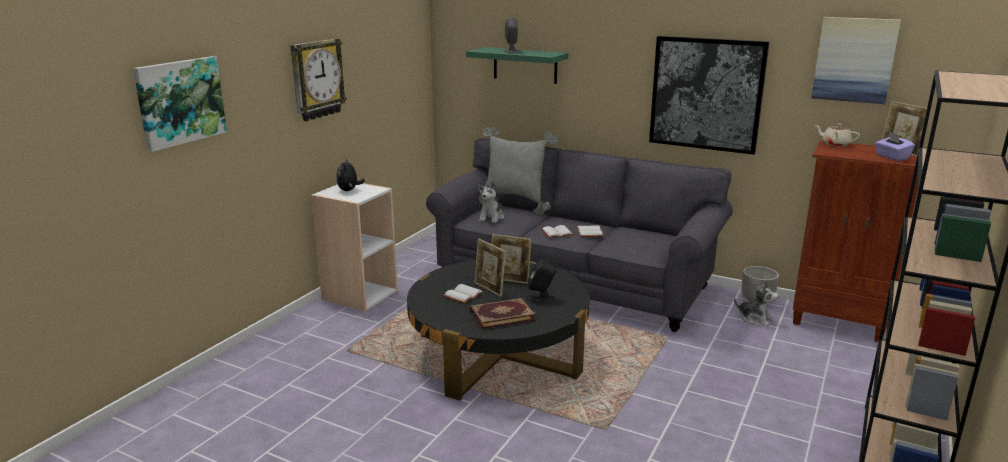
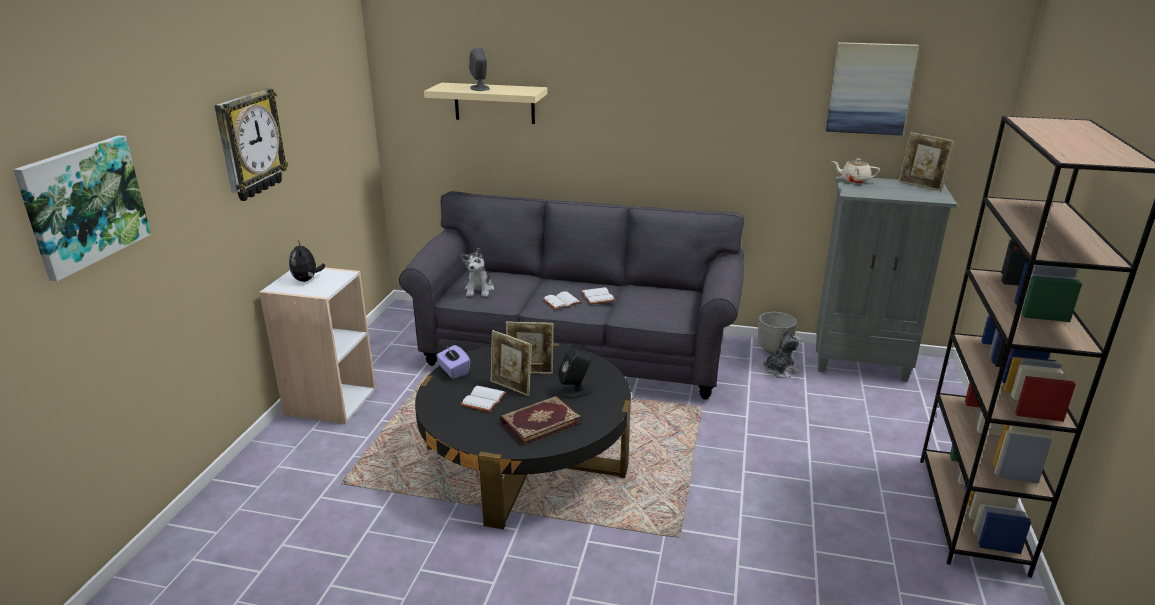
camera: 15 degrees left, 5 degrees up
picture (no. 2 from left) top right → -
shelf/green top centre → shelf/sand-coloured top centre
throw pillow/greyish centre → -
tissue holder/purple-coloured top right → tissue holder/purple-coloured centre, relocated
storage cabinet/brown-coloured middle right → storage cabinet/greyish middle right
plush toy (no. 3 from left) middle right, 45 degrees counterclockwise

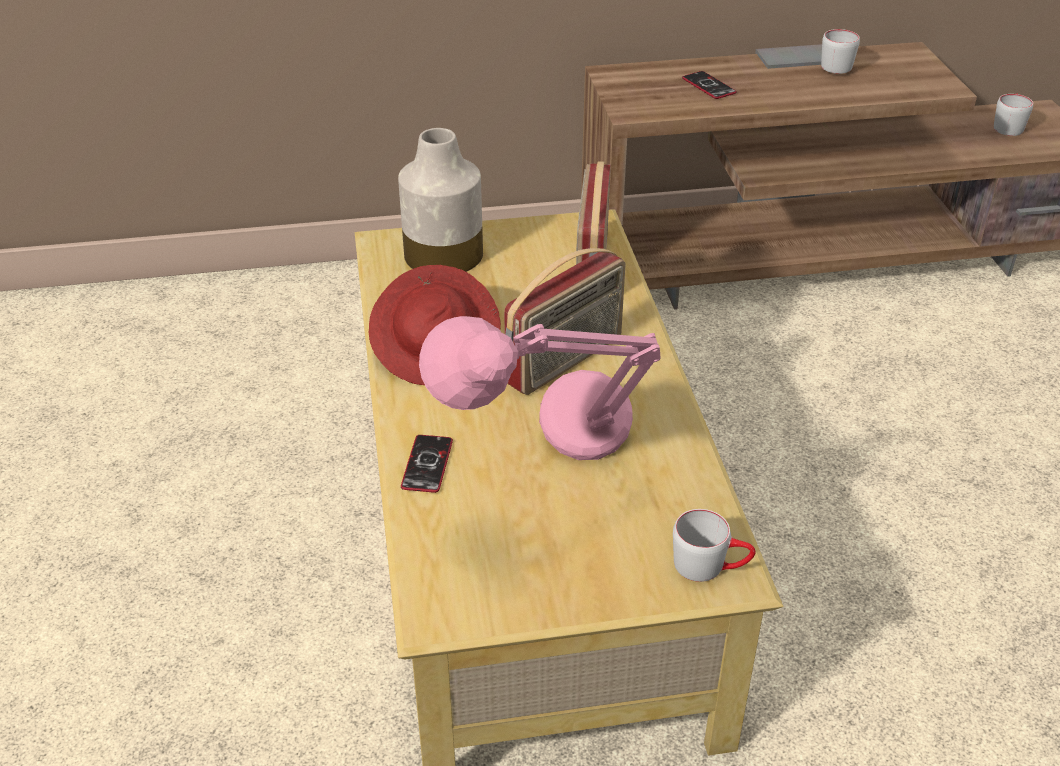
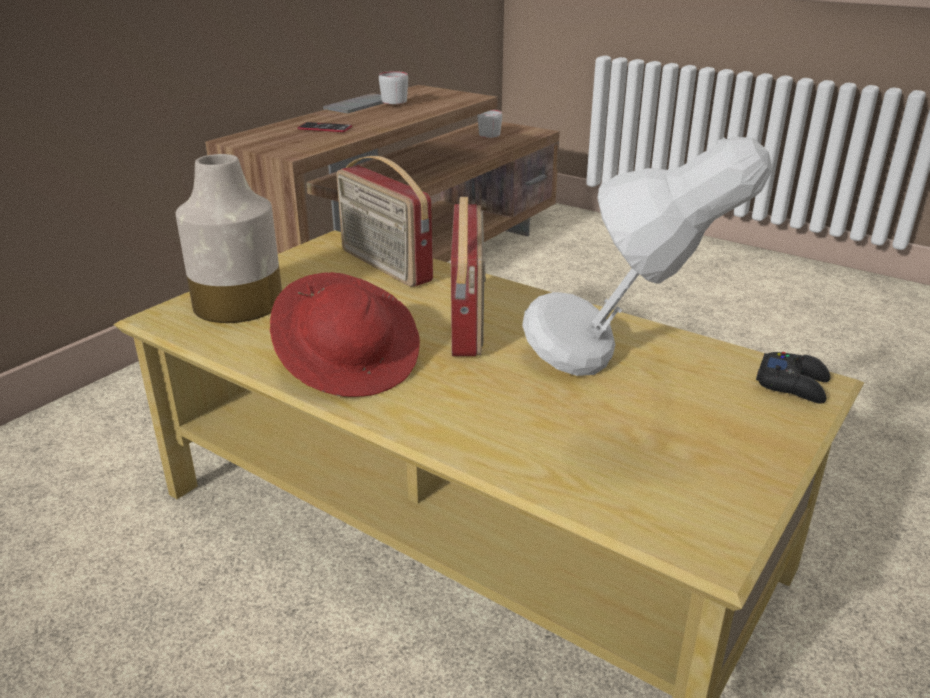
camera: 45 degrees left, 10 degrees down
table lamp/pinkish centre → table lamp/greyish middle right
telephone (no. 1 from left) centre → -
tea mug/greyish (no. 1 from left) bottom right → gamepad/black middle right

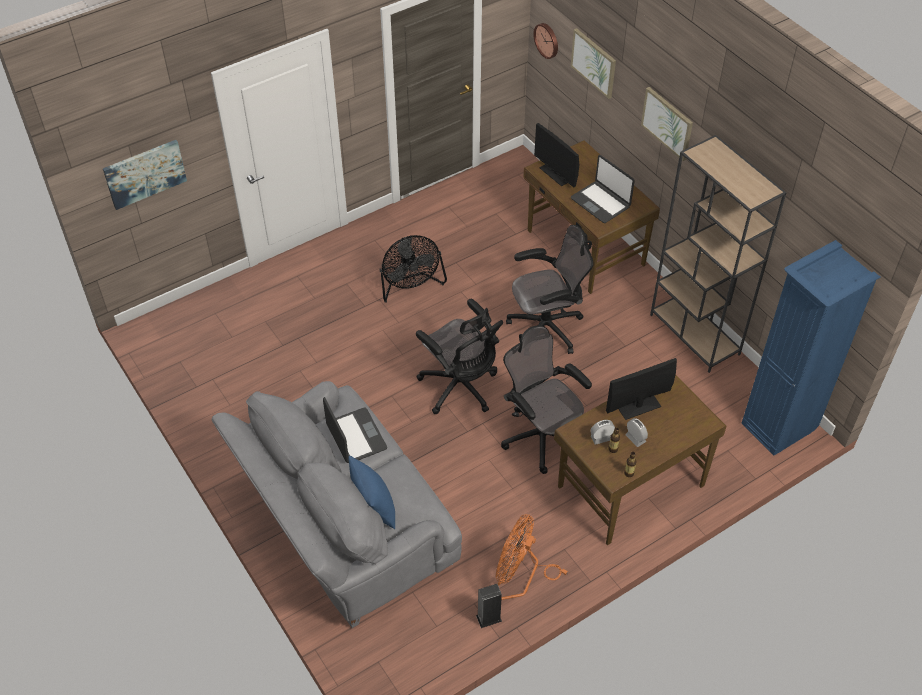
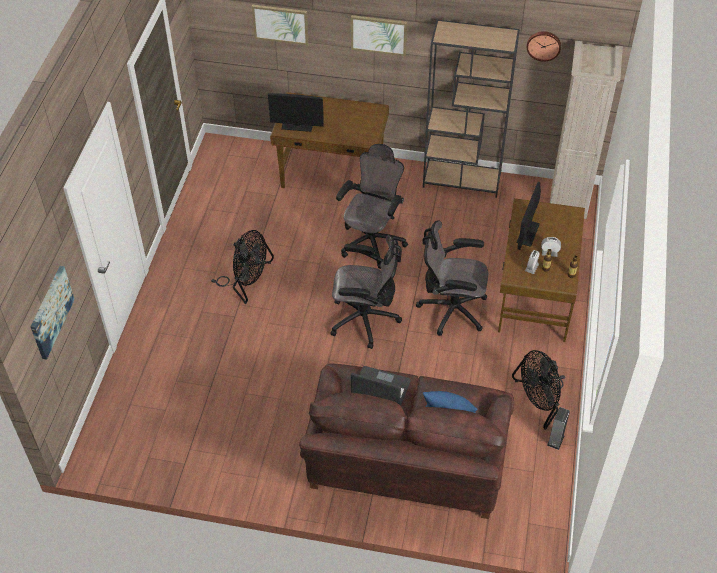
camera: 45 degrees left, 0 degrees up
wall clock top centre → wall clock top right, relocated
laptop (no. 2 from left) top centre → -
storage cabinet/bluish middle right → storage cabinet/sand-coloured top right
couch/greyish bottom centre → couch/brown-coloured bottom centre
fan/orangey bottom centre → fan/black (no. 2 from left) bottom right

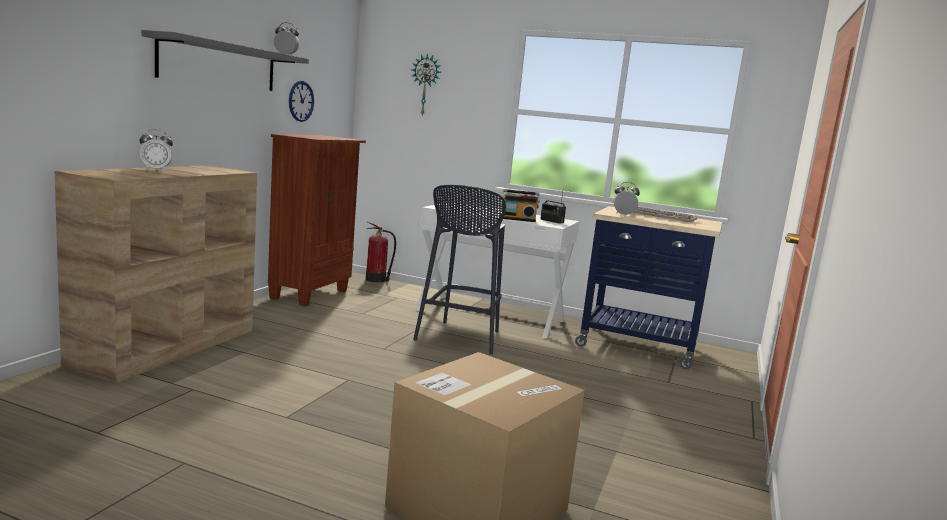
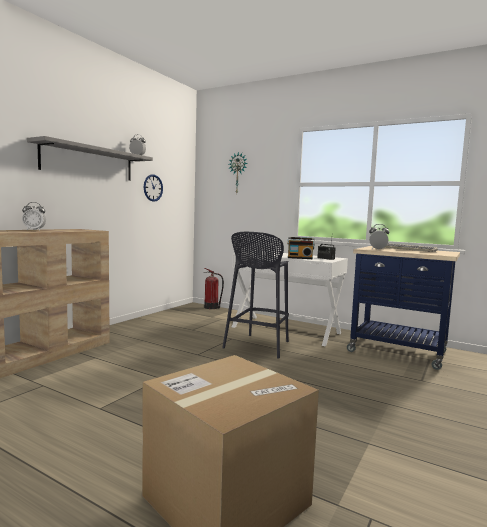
camera: 10 degrees right, 5 degrees down
storage cabinet/brown-coloured centre → -

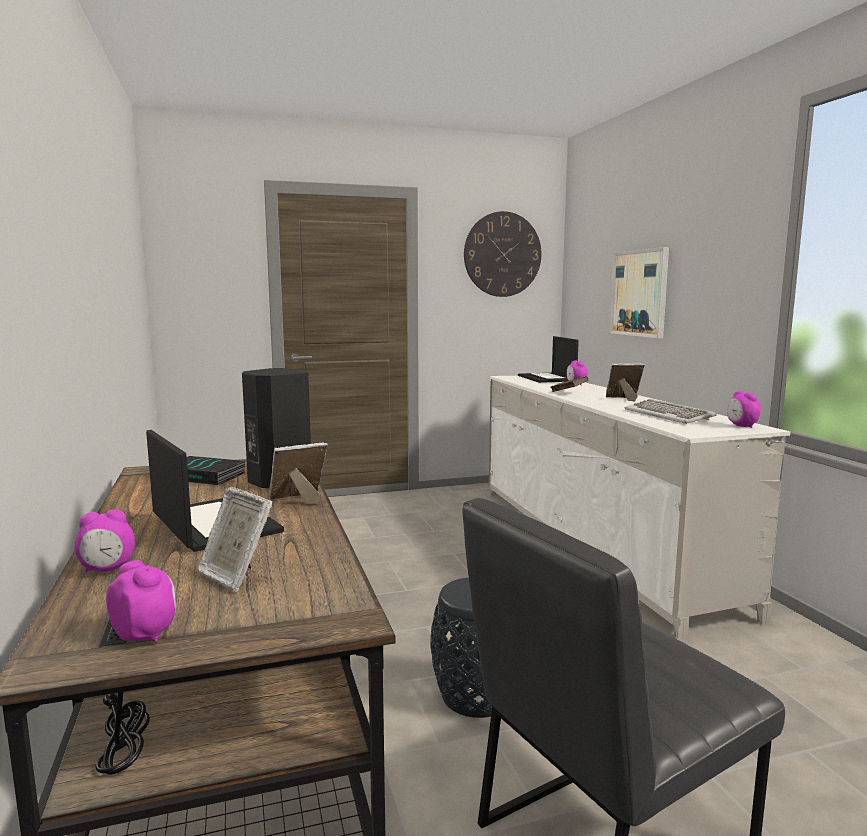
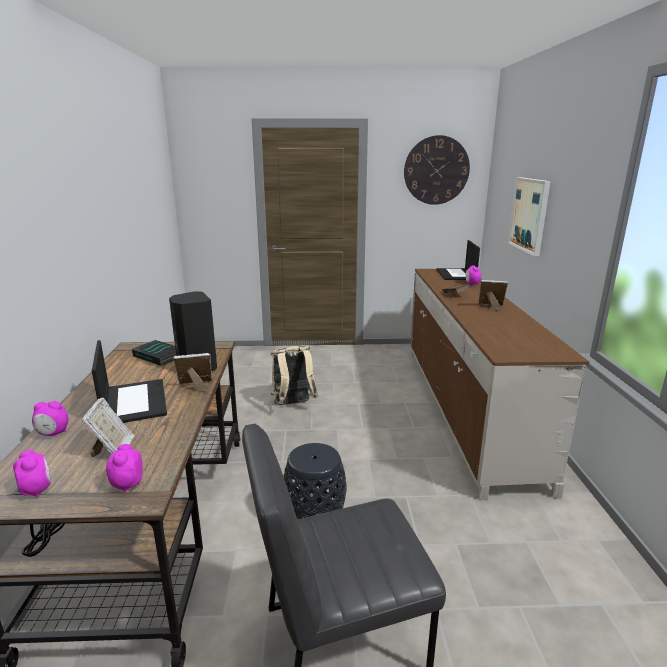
camera: 15 degrees right, 10 degrees up
storage cabinet/white-coloured middle right → storage cabinet/brown-coloured middle right
table clock (no. 4 from left in the first image) middle right → table clock (no. 3 from left) bottom left, relocated
PC keyboard middle right → -
standing frame (no. 1 from left) middle left, 150 degrees counterclockwise
- → backpack/sand-coloured centre

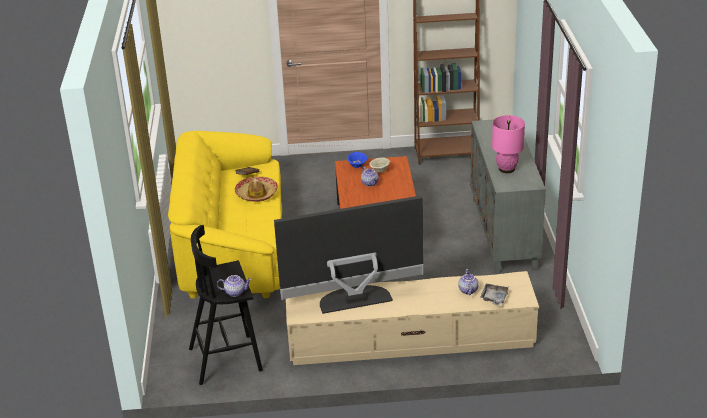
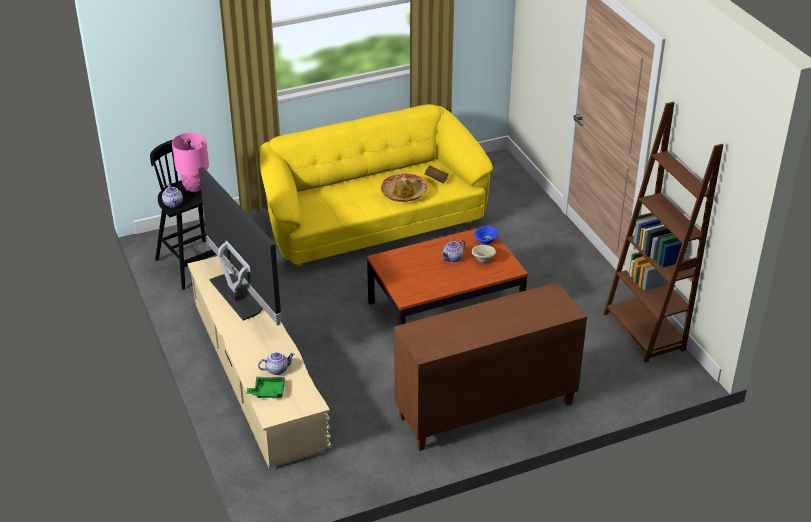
camera: 70 degrees right, 5 degrees up
table lamp/pinkish middle right → table lamp/pinkish top left, relocated
storage cabinet/greyish middle right → storage cabinet/brown-coloured bottom centre
tray/greyish bottom right → tray/green bottom left

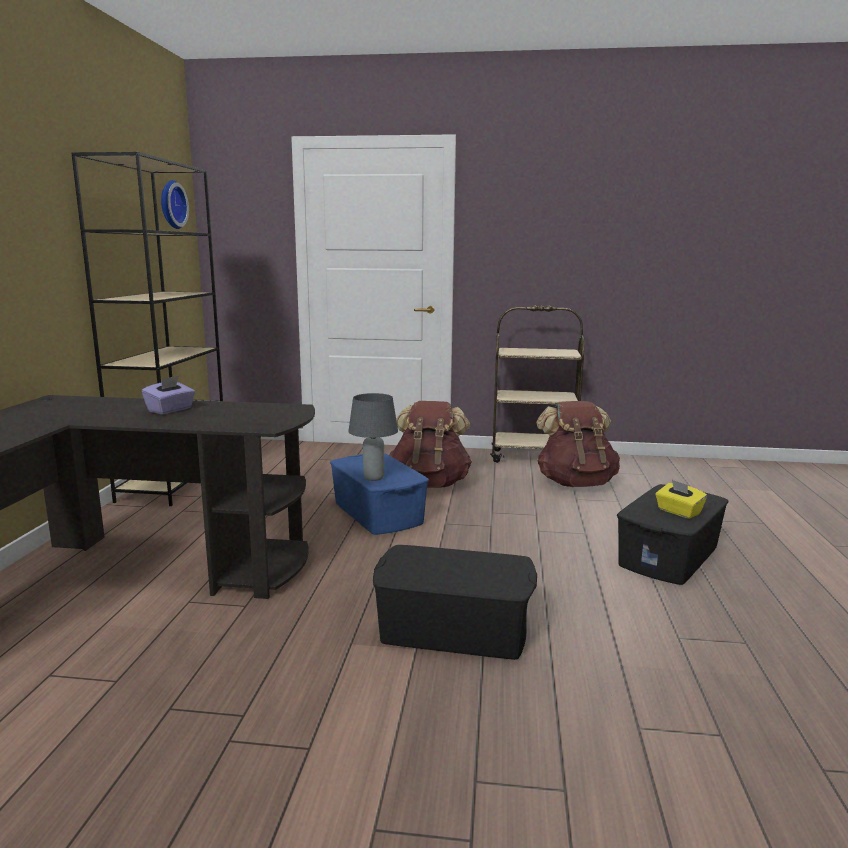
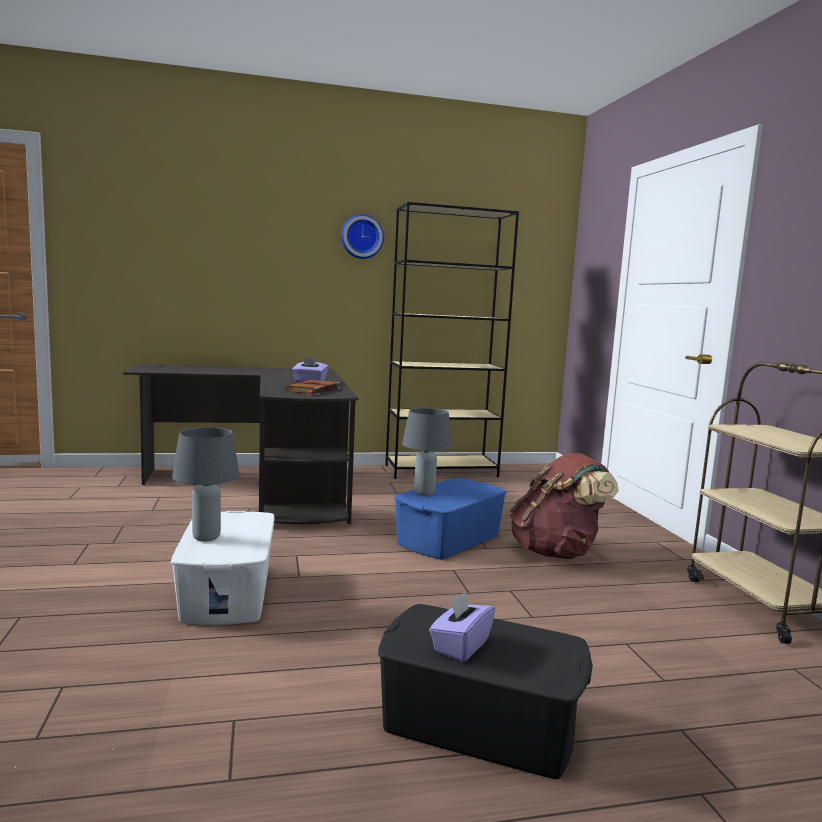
camera: 70 degrees right, 5 degrees down
wall clock top left → wall clock top centre, relocated
backpack/brown-coloured (no. 2 from left) middle right → -
tissue holder/yellow-coloured middle right → tissue holder/purple-coloured (no. 2 from left) bottom centre
storage bin/black (no. 1 from left) bottom centre → storage bin/white-coloured bottom left
- → volume/brown-coloured centre
- → table lamp/greyish (no. 1 from left) middle left

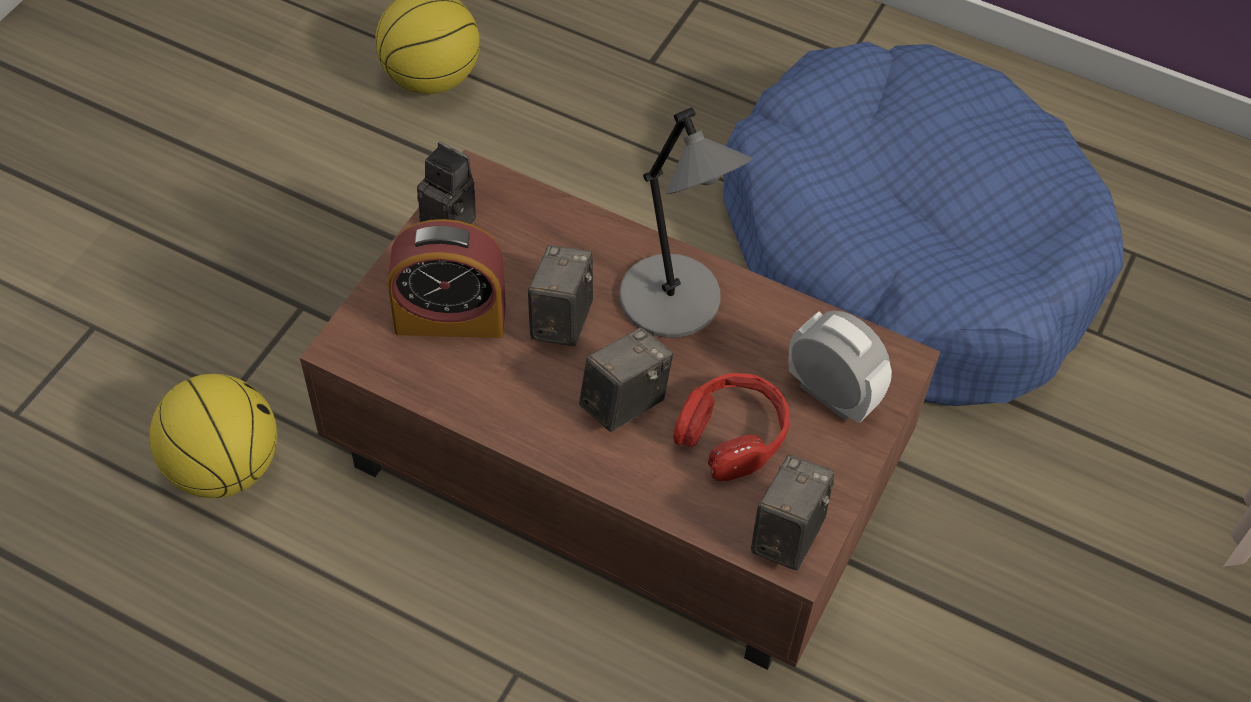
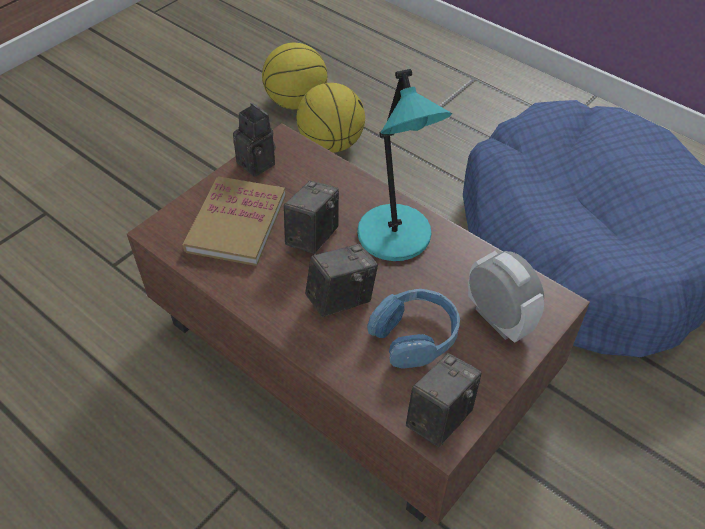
camera: 15 degrees right, 5 degrees down
table lamp/greyish top centre → table lamp/turquoise-coloured top centre
table clock (no. 1 from left) centre → volume middle left
headphones/red-coloured centre → headphones/bluish centre
basketball (no. 1 from left in the first image) middle left → basketball (no. 2 from left) top centre, relocated

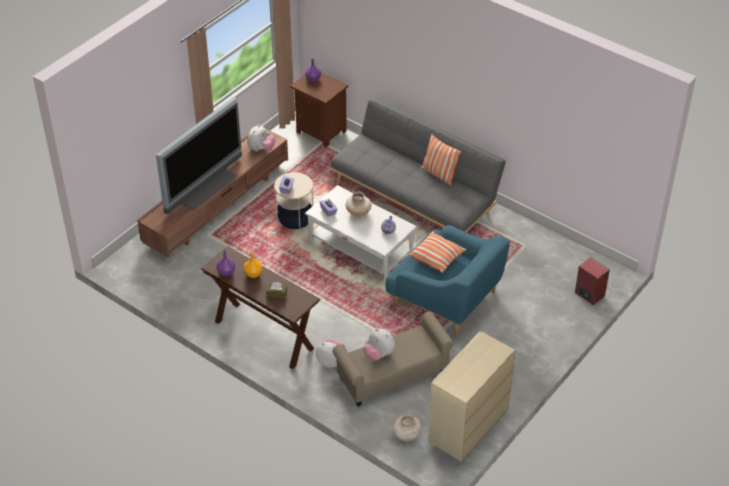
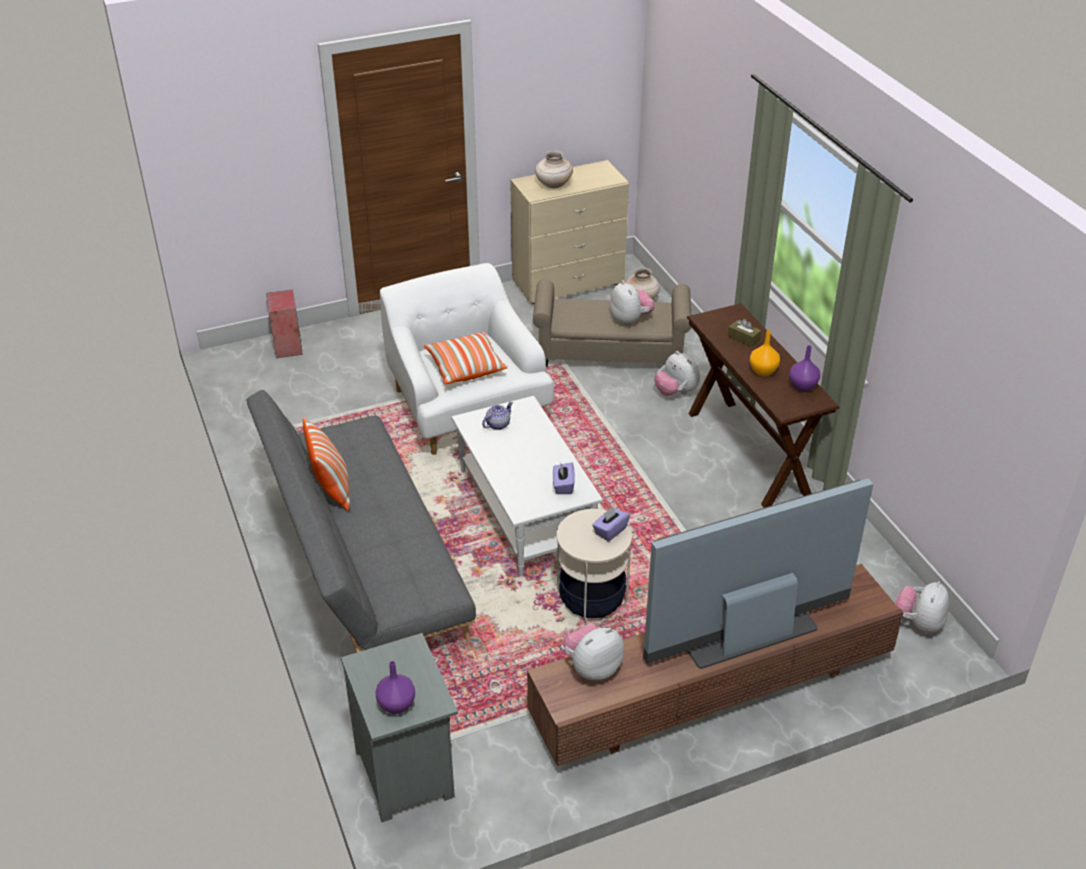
camera: 150 degrees left, 5 degrees down
bedside table/brown-coloured top centre → bedside table/greyish bottom centre
decorative vase/sand-coloured (no. 1 from left) centre → decorative vase/sand-coloured (no. 1 from left) top centre, relocated
lounge chair/bluish centre → lounge chair/white-coloured centre
- → plush toy (no. 4 from left) bottom right

